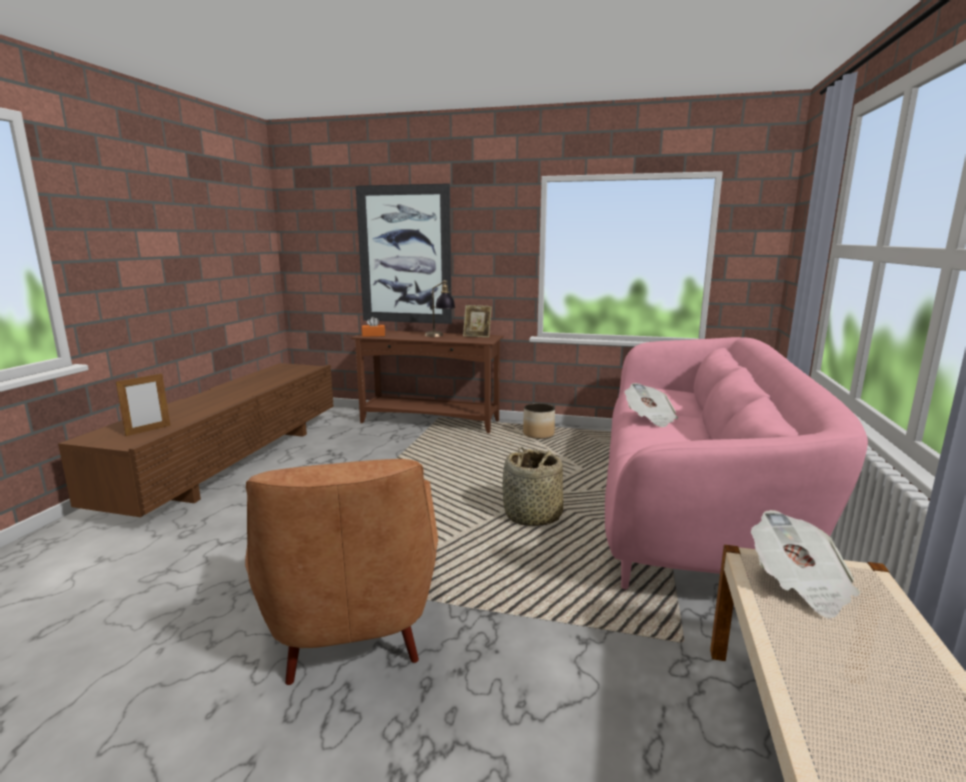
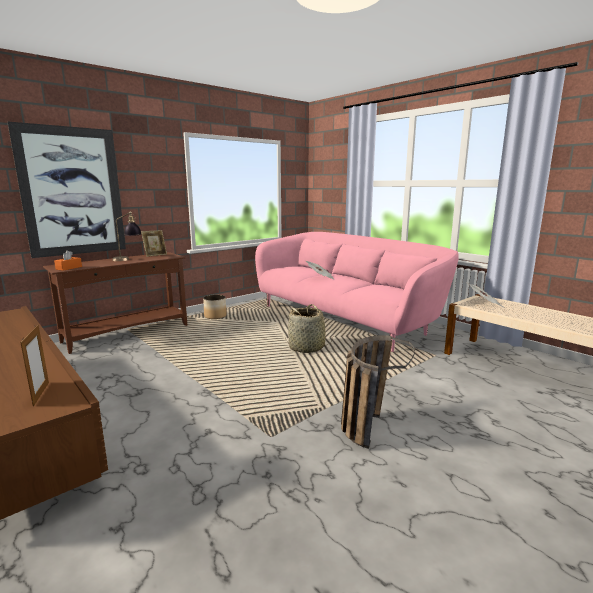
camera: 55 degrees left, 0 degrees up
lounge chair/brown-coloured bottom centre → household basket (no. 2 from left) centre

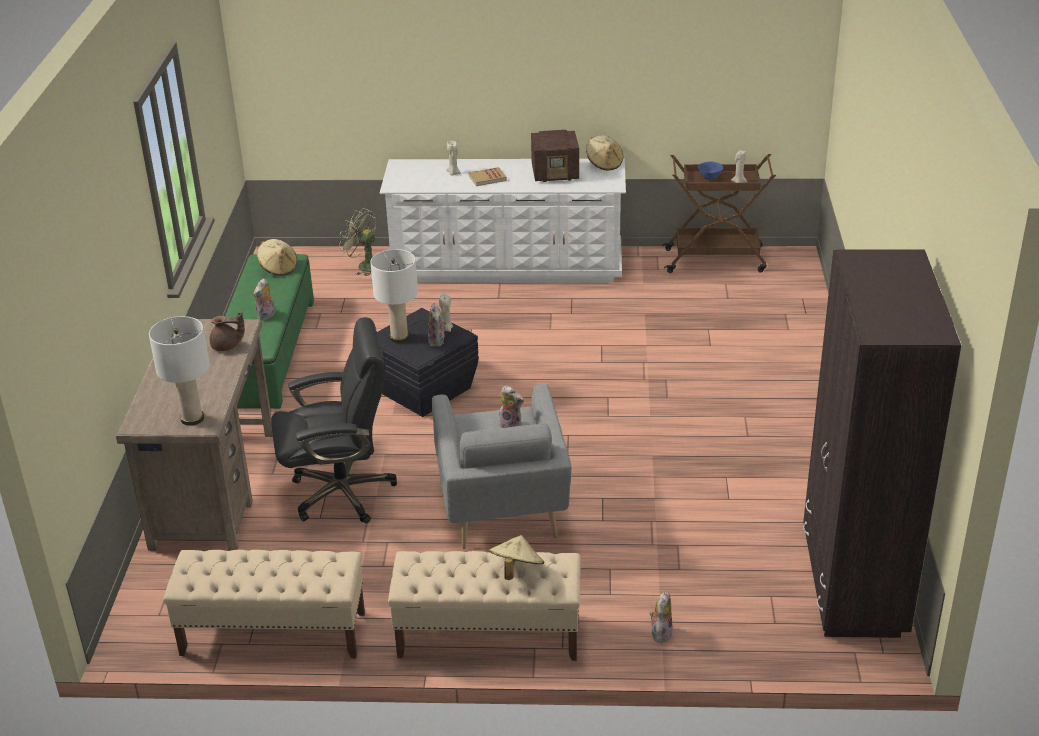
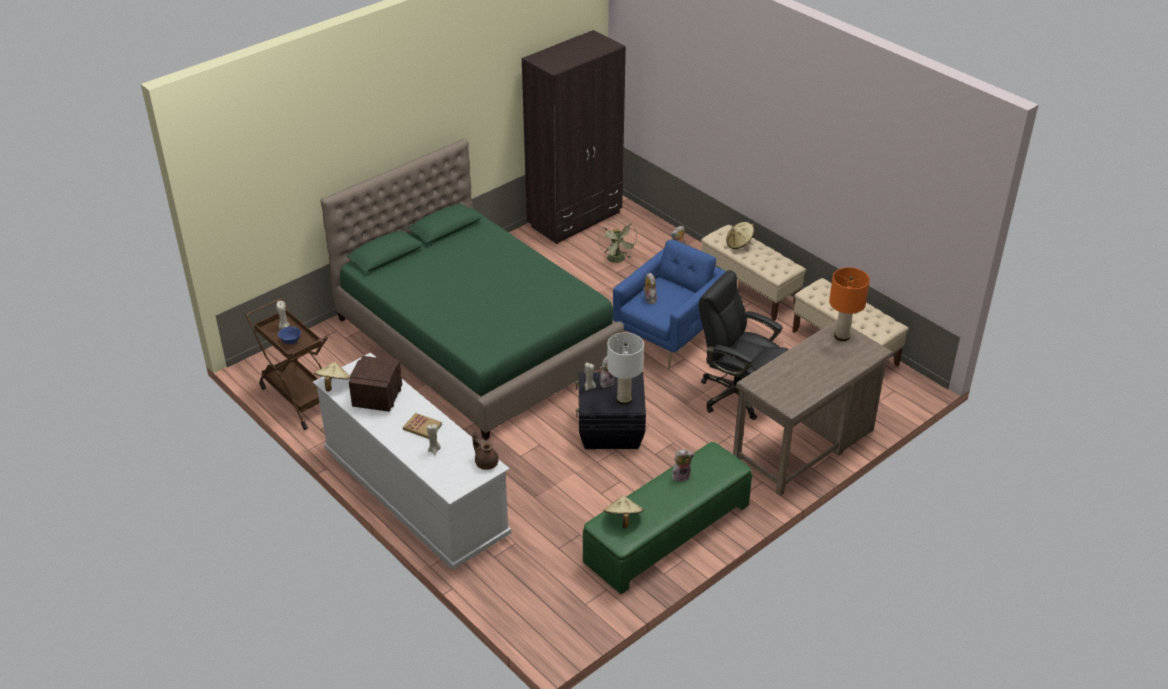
camera: 135 degrees left, 5 degrees up
radio receiver top centre → radio receiver middle left, 120 degrees counterclockwise
fan/green top centre → fan/green centre, relocated
tea pot/brown-coloured middle left → tea pot/brown-coloured centre, relocated
table lamp/white-coloured (no. 1 from left) middle left → table lamp/orangey middle right
lounge chair/greyish centre → lounge chair/bluish centre
- → bed/green centre

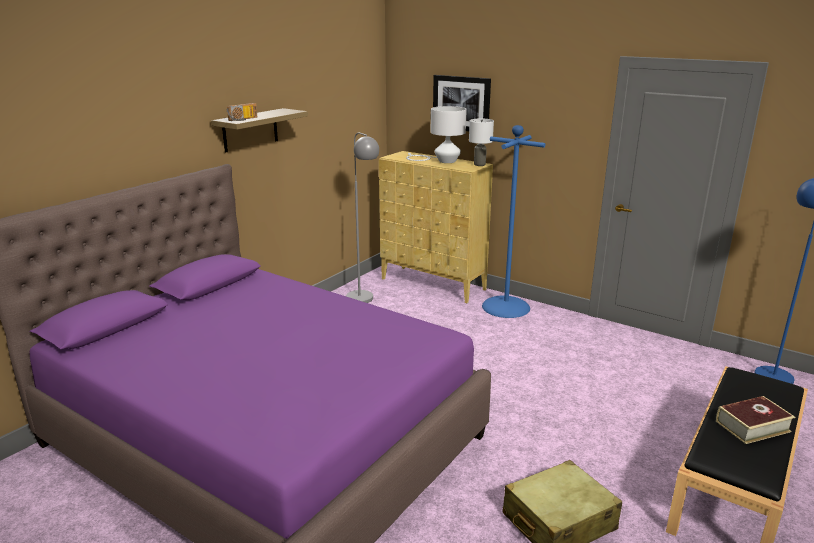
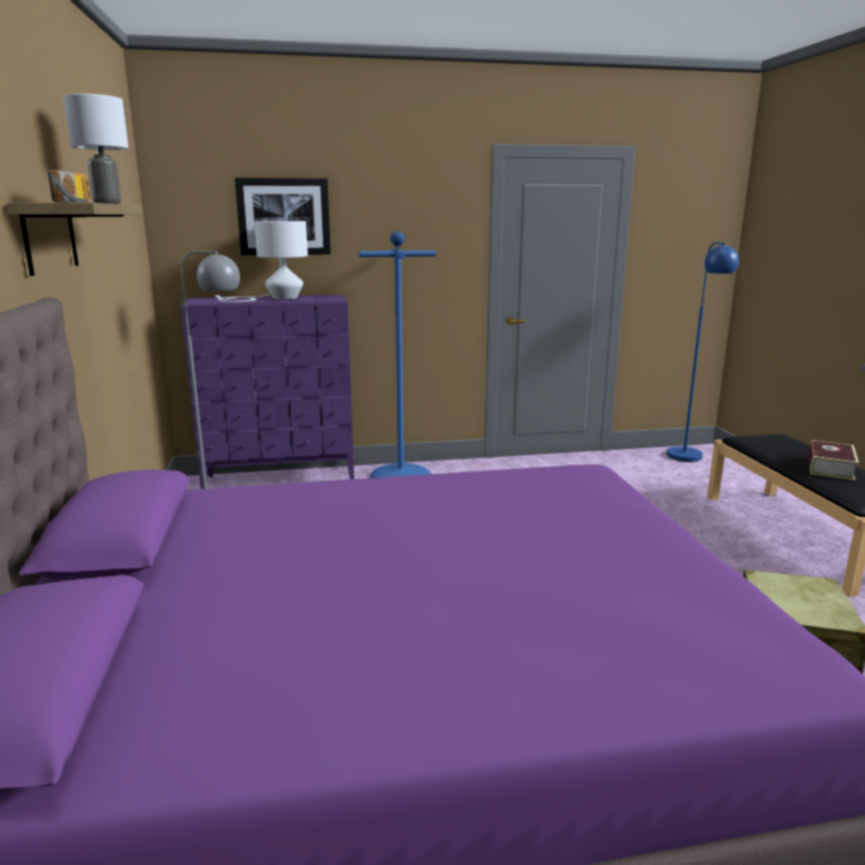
camera: 45 degrees left, 5 degrees down
table lamp/white-coloured (no. 2 from left in the first image) top centre → table lamp/white-coloured (no. 1 from left) top left, relocated
drawer chest/sand-coloured centre → drawer chest/purple-coloured middle left

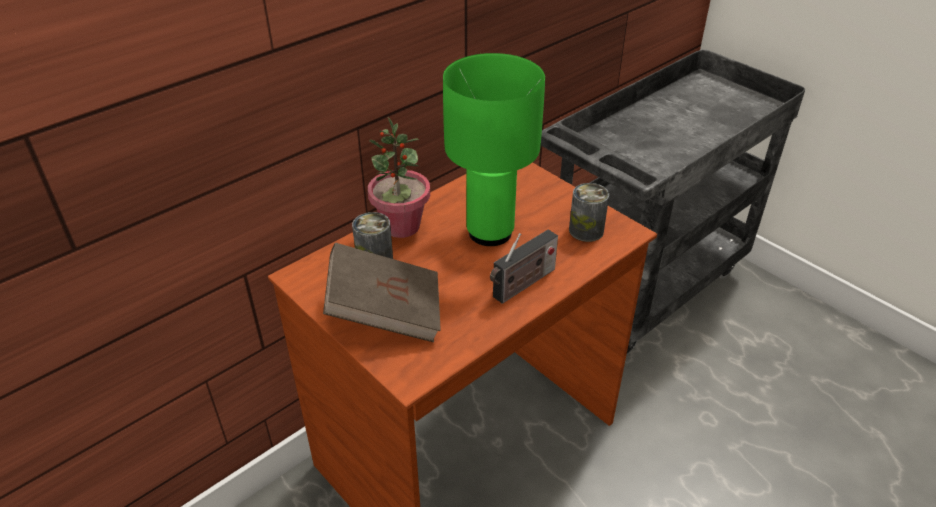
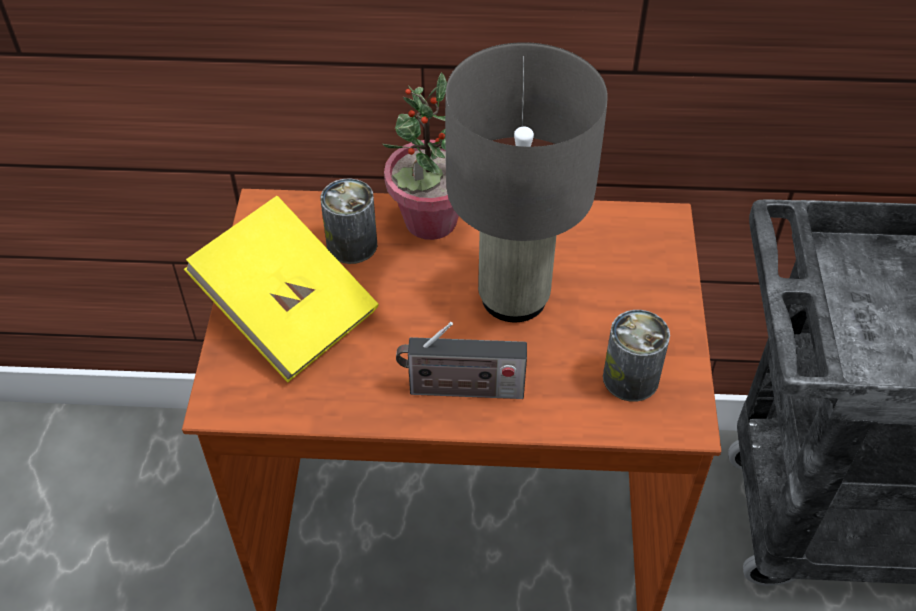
camera: 45 degrees right, 10 degrees up
table lamp/green top centre → table lamp/greyish top centre
volume/brown-coloured centre → volume/yellow-coloured middle left

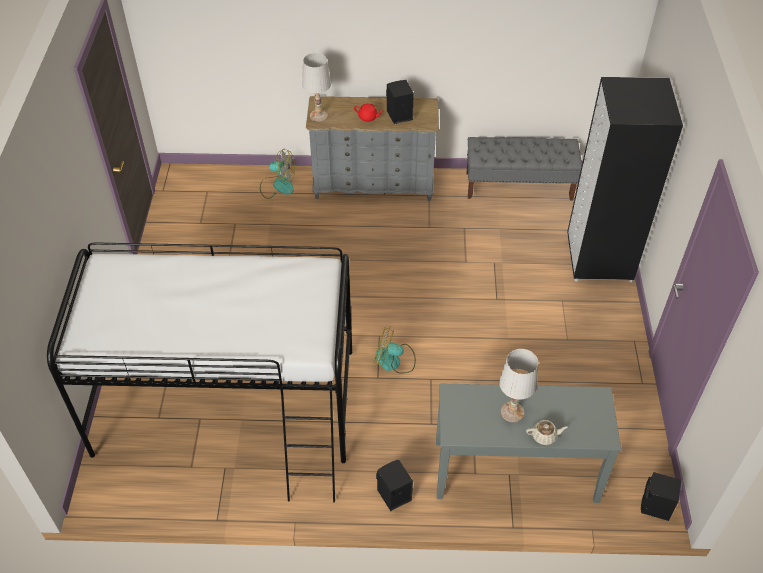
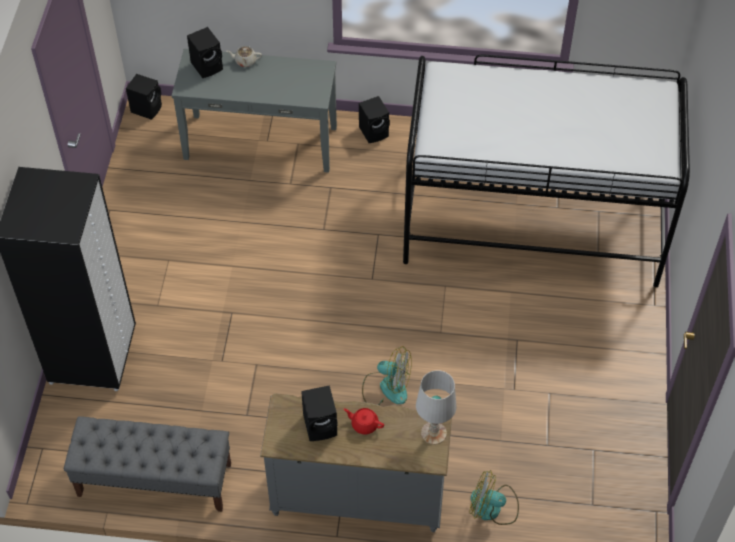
camera: 175 degrees left, 5 degrees up
fan (no. 2 from left in the first image) centre → fan (no. 1 from left) bottom centre, relocated
table lamp/white-coloured (no. 2 from left) bottom right → -
- → loudspeaker/black (no. 2 from left) top left

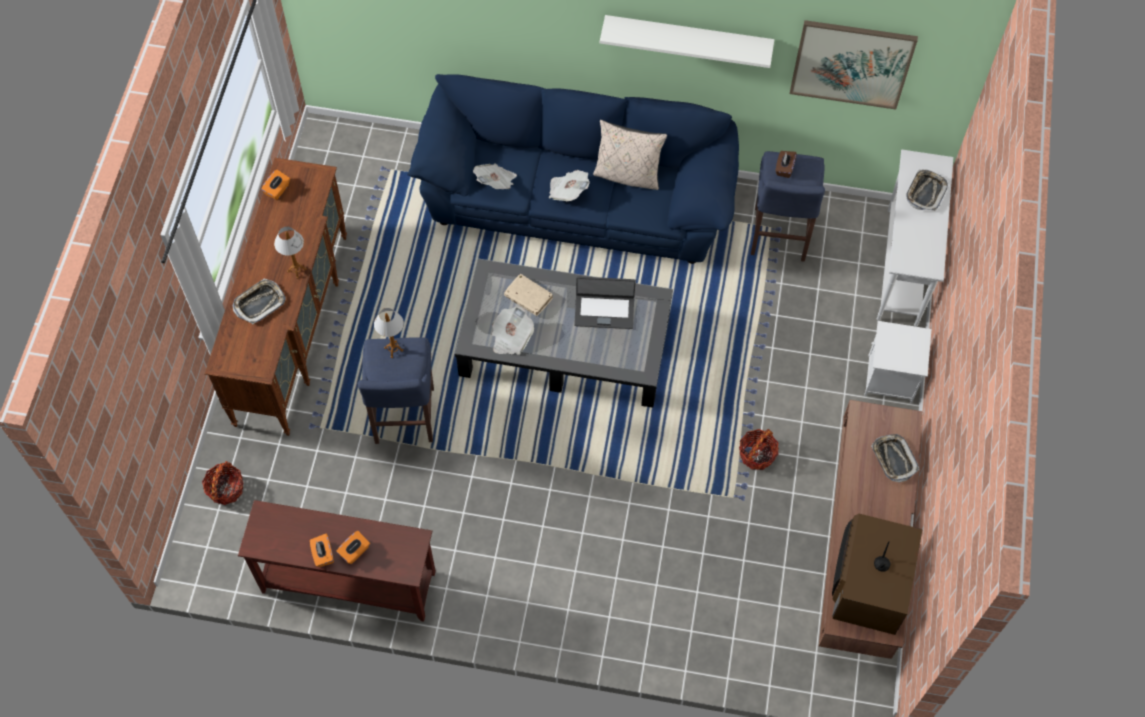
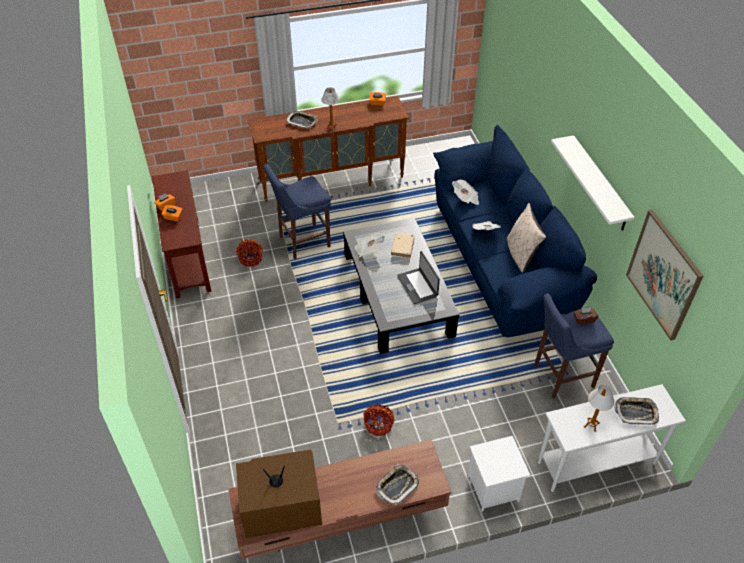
camera: 65 degrees right, 15 degrees down
table lamp (no. 2 from left) centre → table lamp (no. 2 from left) bottom right, relocated
household basket (no. 1 from left) bottom left → household basket (no. 1 from left) centre, relocated

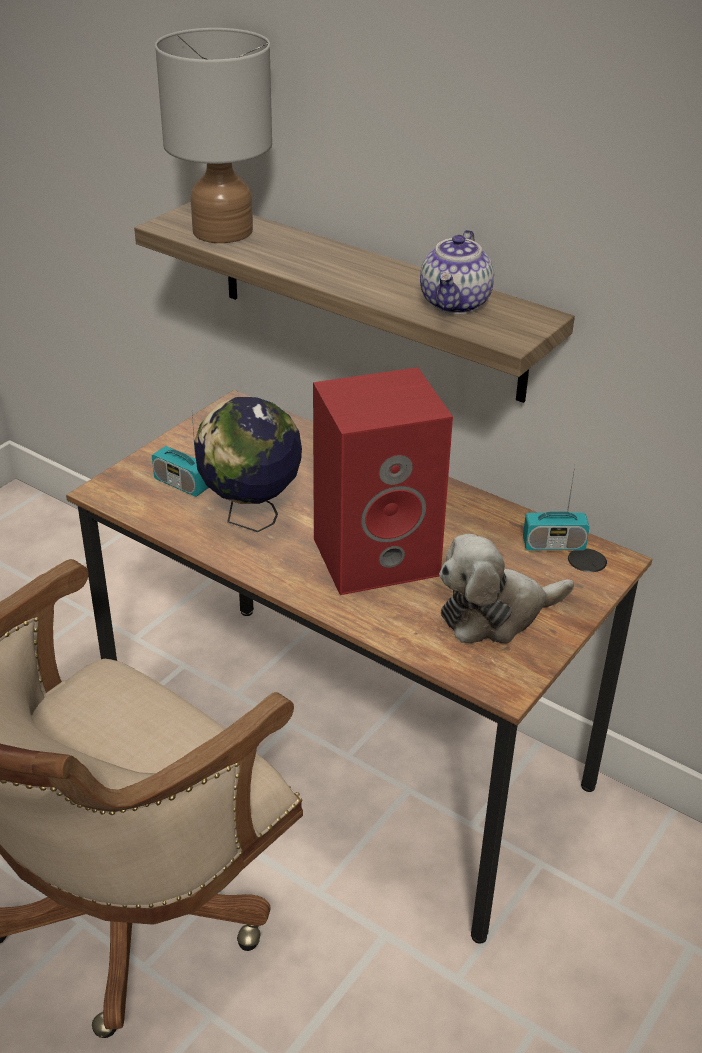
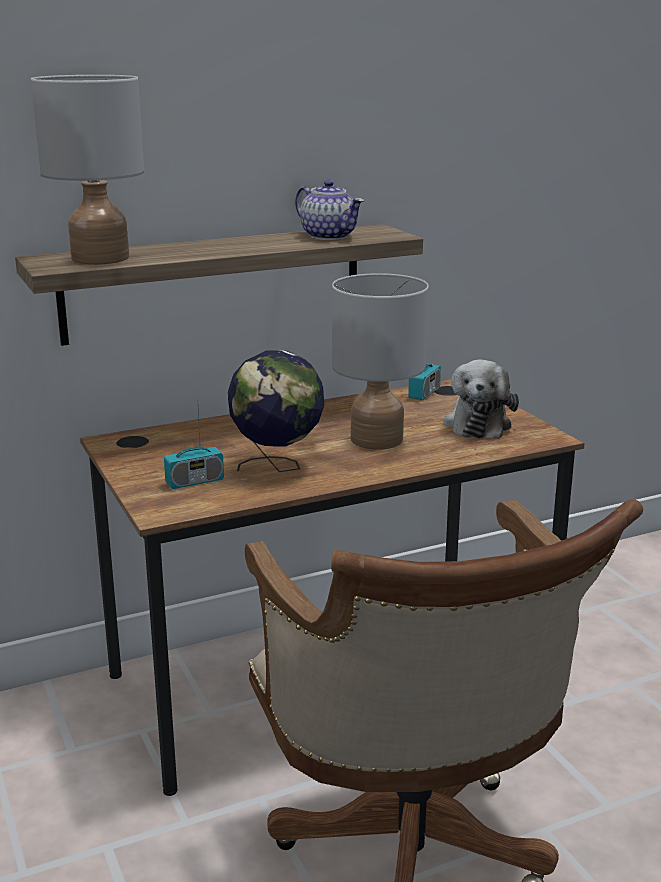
camera: 60 degrees left, 15 degrees down
loudspeaker/red-coloured centre → table lamp/greyish (no. 2 from left) centre

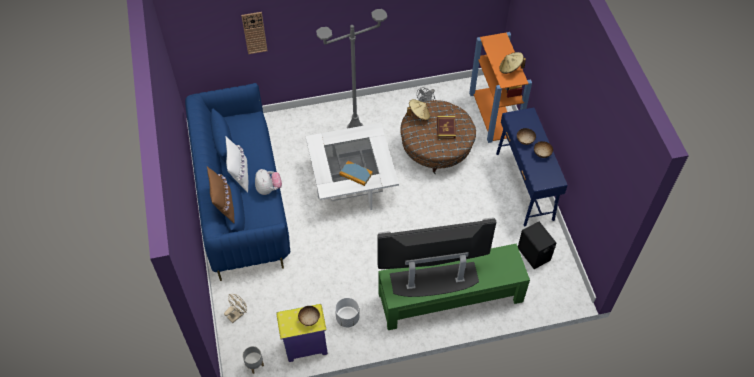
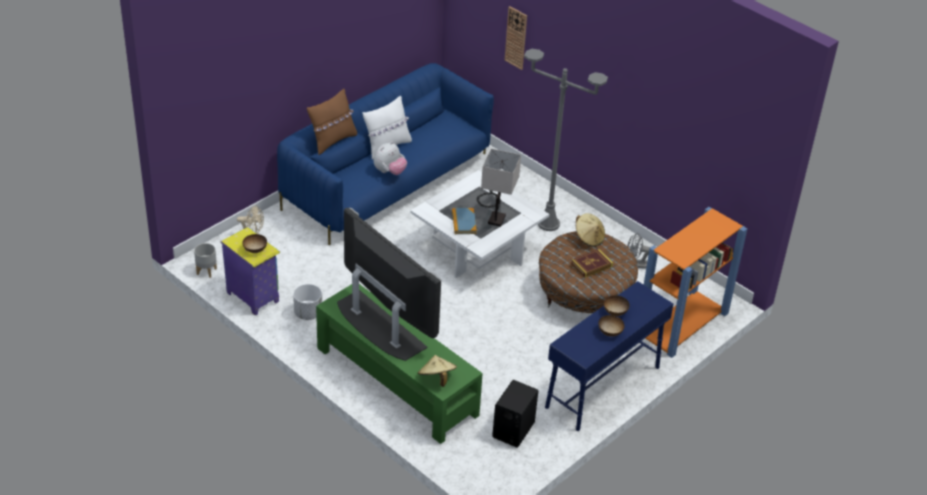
camera: 55 degrees right, 15 degrees down
wearable hat/sand-coloured (no. 2 from left in the first image) top right → wearable hat/sand-coloured (no. 1 from left) bottom centre, relocated
- → table lamp centre

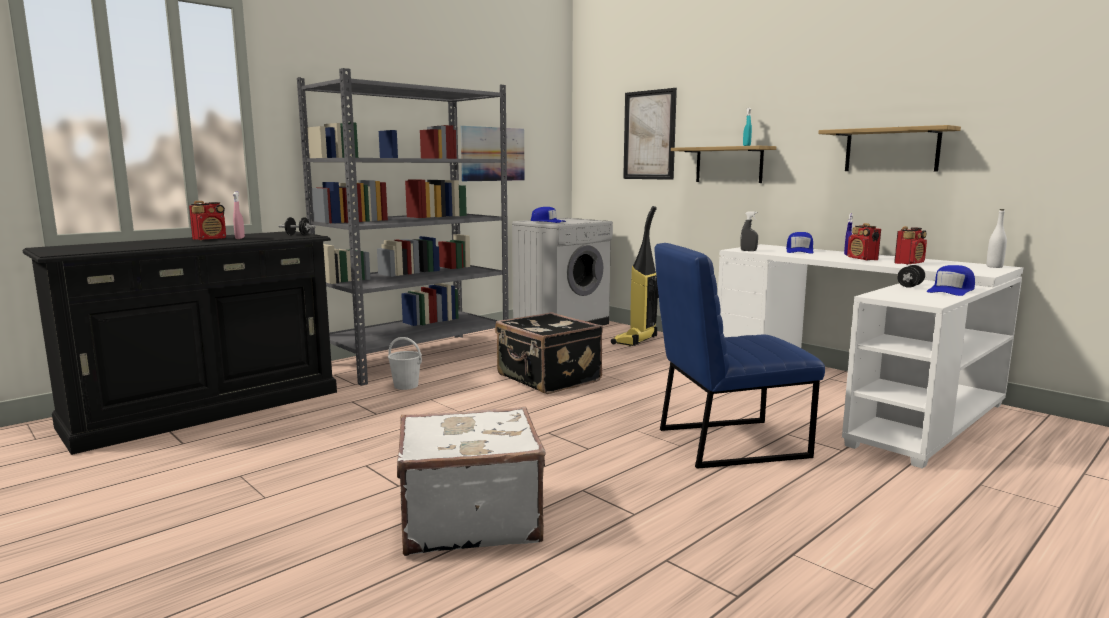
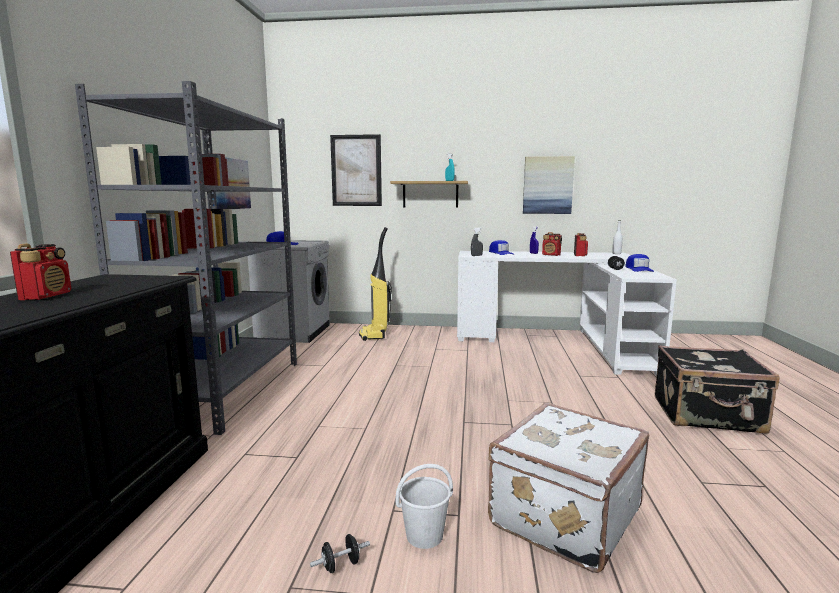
camera: 40 degrees left, 0 degrees up
shelf (no. 2 from left) top right → picture (no. 3 from left) top centre
sprayer/pinkish middle left → -
hand weight/black (no. 1 from left) middle left → hand weight/black (no. 1 from left) bottom centre, relocated
chair/bluish middle right → -
suitcase/black centre → suitcase/black middle right, relocated
bucket/white-coloured centre → bucket/white-coloured bottom centre, relocated

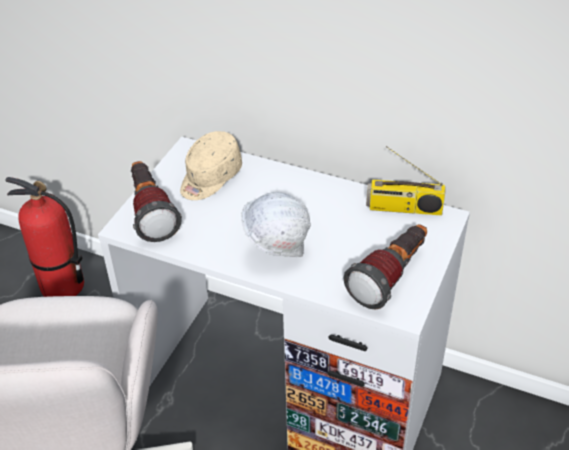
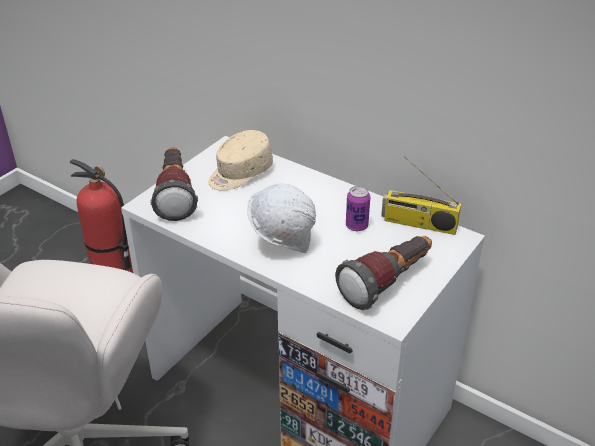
camera: 10 degrees right, 5 degrees down
- → metal can centre

